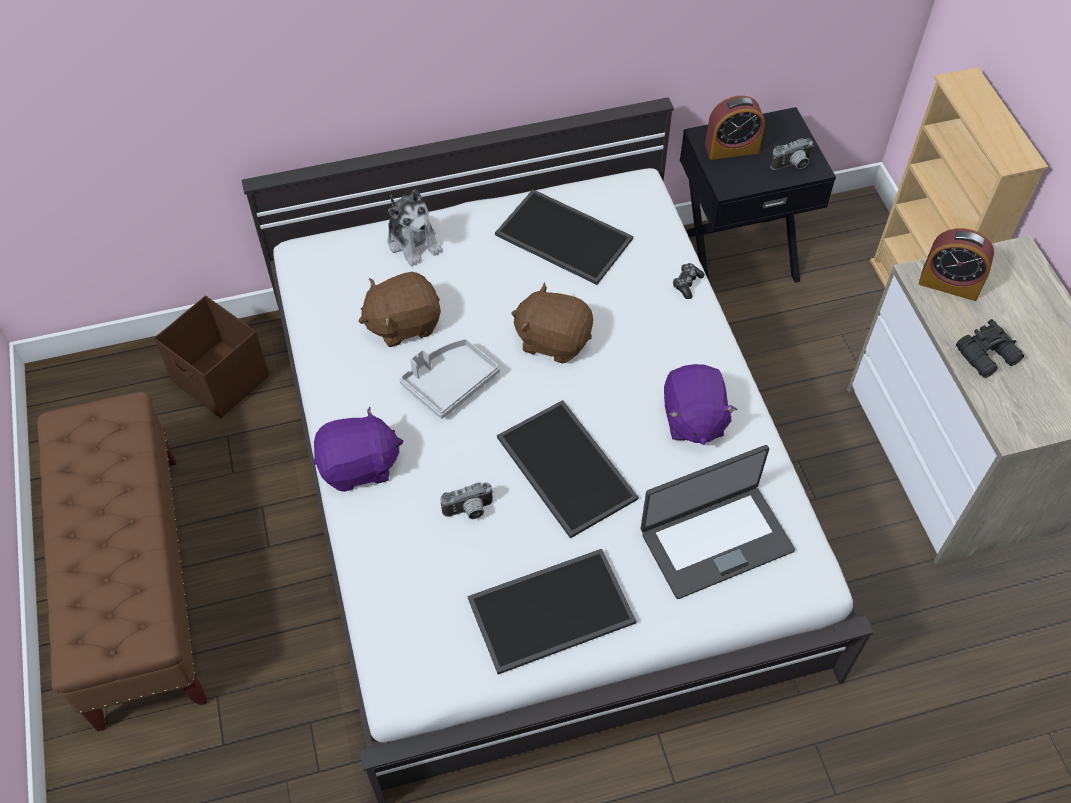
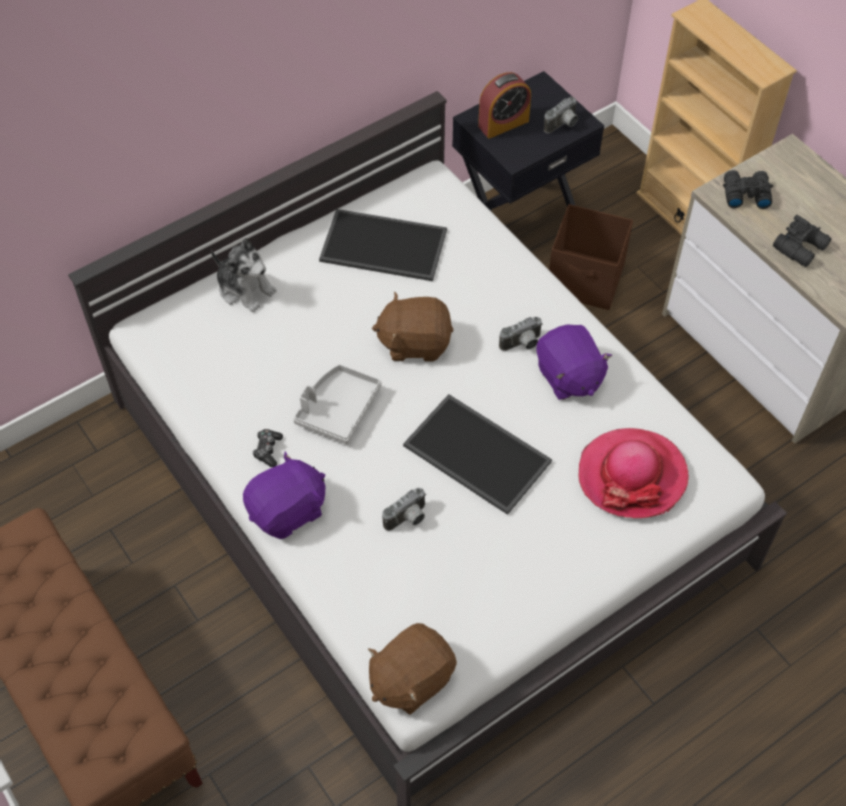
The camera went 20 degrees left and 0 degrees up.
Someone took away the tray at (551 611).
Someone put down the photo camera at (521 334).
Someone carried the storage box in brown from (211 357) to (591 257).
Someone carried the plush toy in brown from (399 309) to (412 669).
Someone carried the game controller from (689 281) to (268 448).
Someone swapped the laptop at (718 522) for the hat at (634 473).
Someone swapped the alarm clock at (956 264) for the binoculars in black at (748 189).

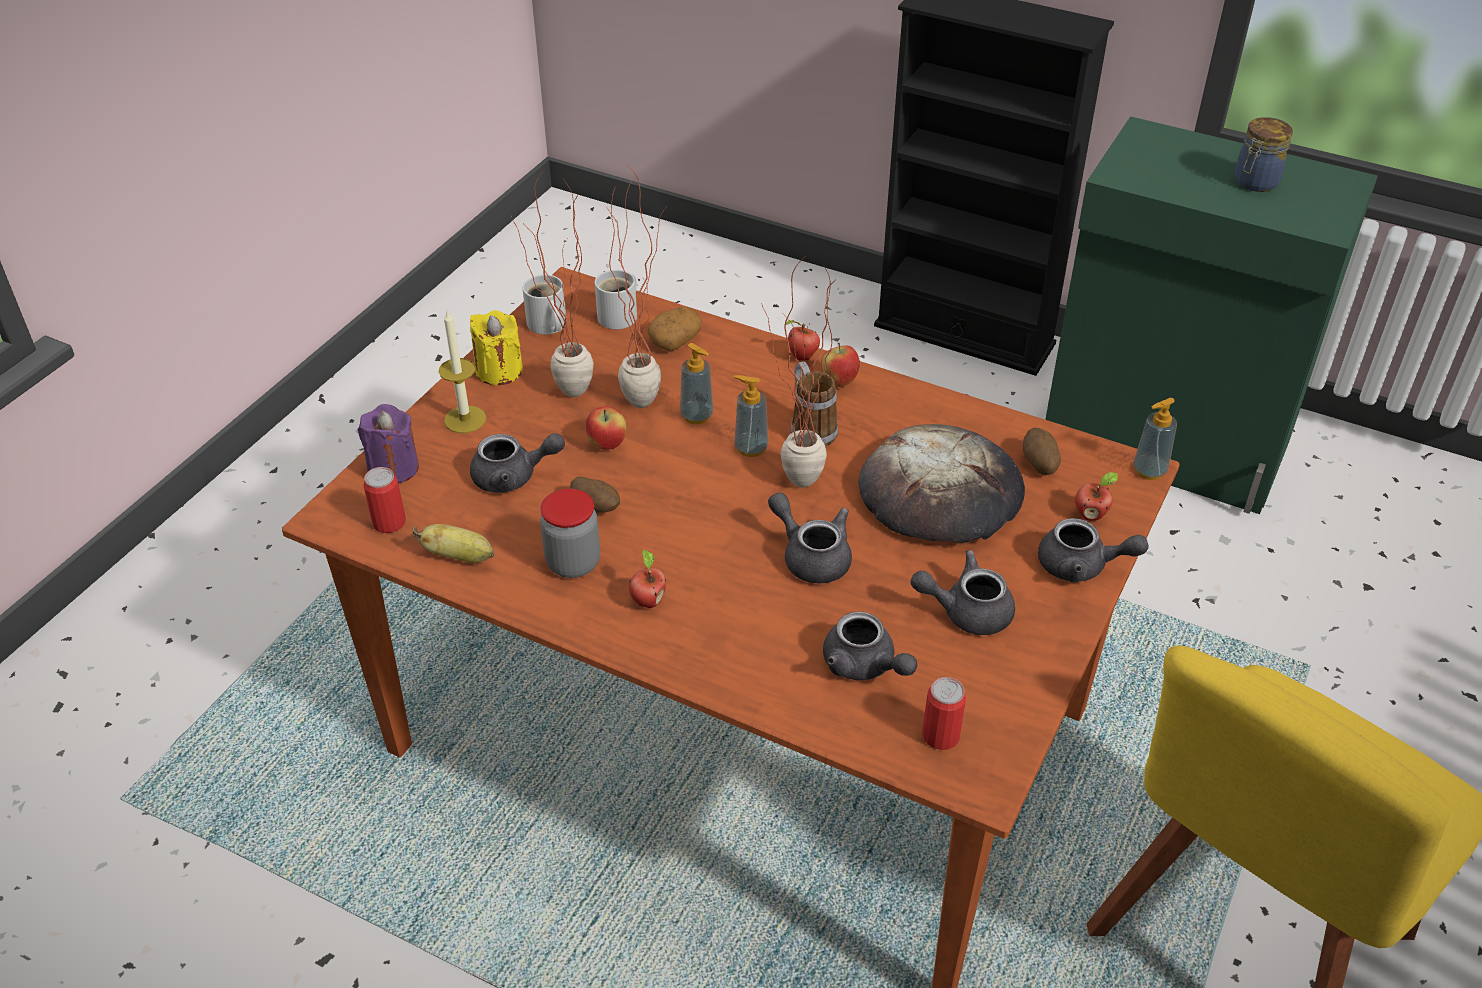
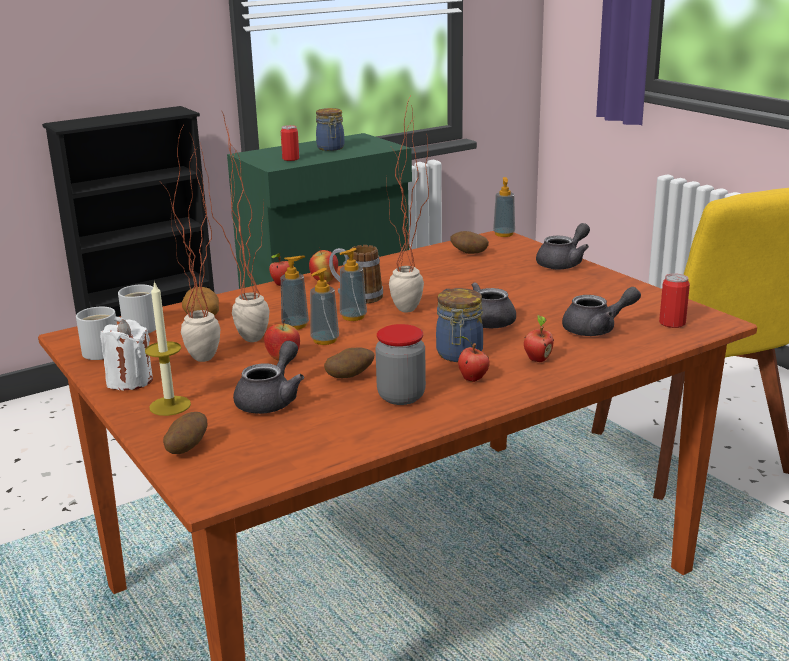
The camera went 60 degrees left and 20 degrees down.
Someone took away the banana at (453 543).
Someone took away the bread at (941 483).
Someone took away the teapot in grey at (962 592).
Someone put down the soap dispenser at (324 306).
Someone put down the jar at (459 325).
Someone carried the can from (384 500) to (290 143).
Someone carried the apple from (1096 496) to (539 338).
Someone swapped the candle in purple at (388 444) for the potato at (185 433).
Someone repainted the candle in yellow at (496 347), which became the candle in white at (126 355).

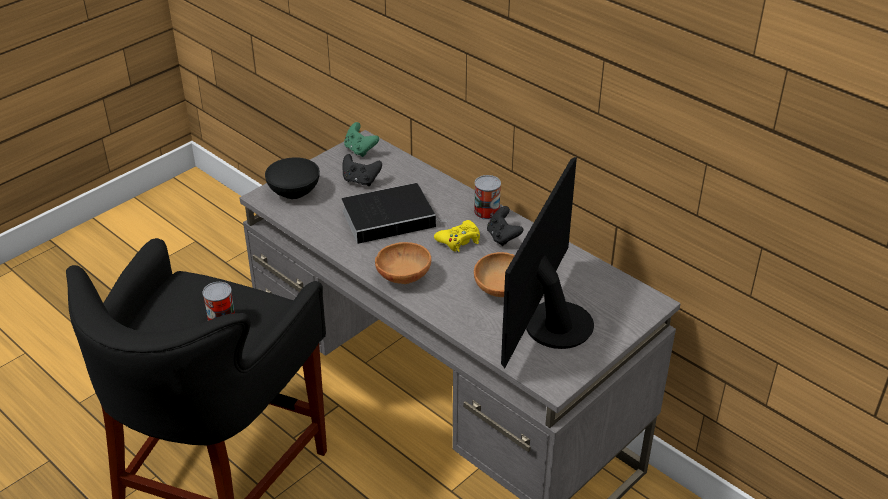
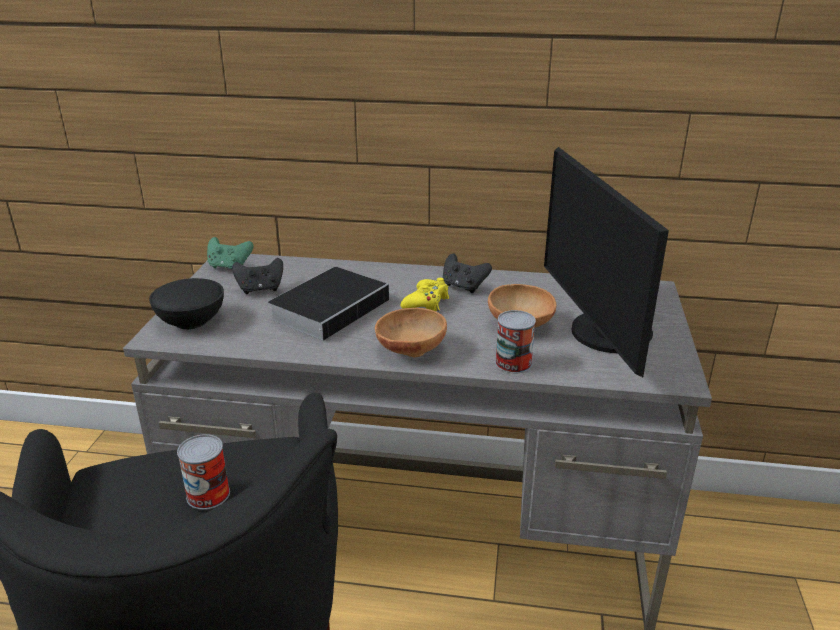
The camera went 35 degrees left and 10 degrees down.
Someone carried the can from (487 197) to (515 342).

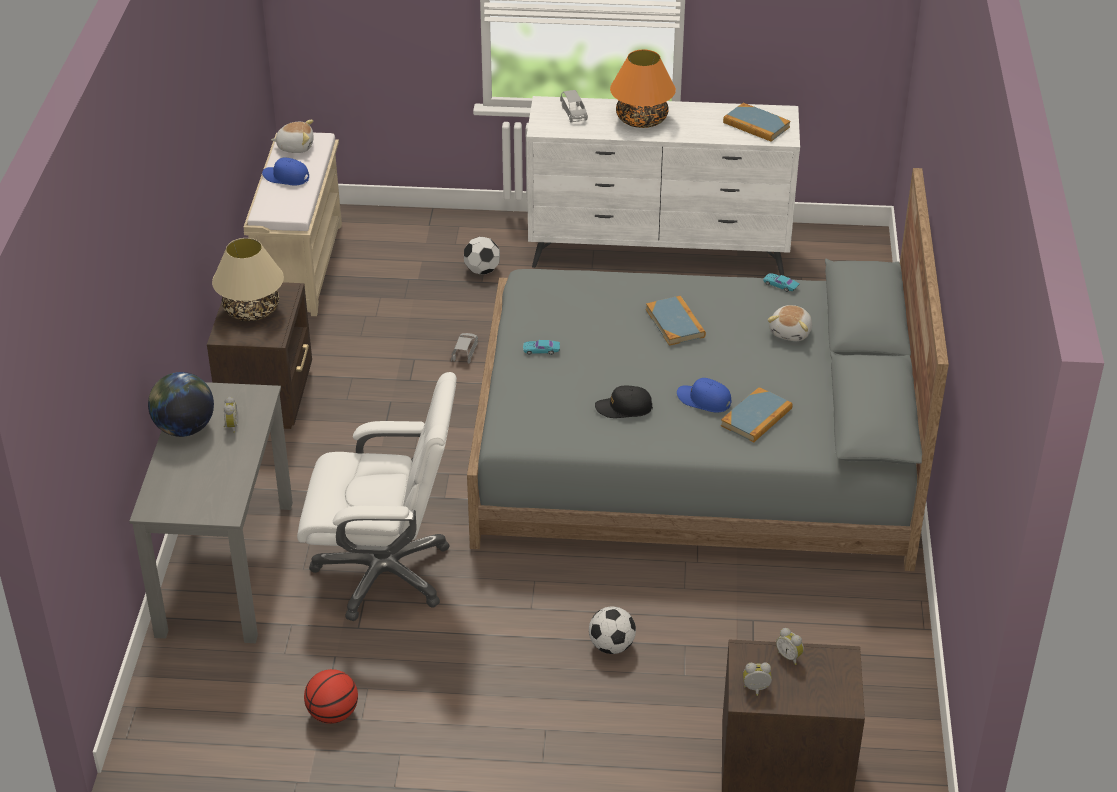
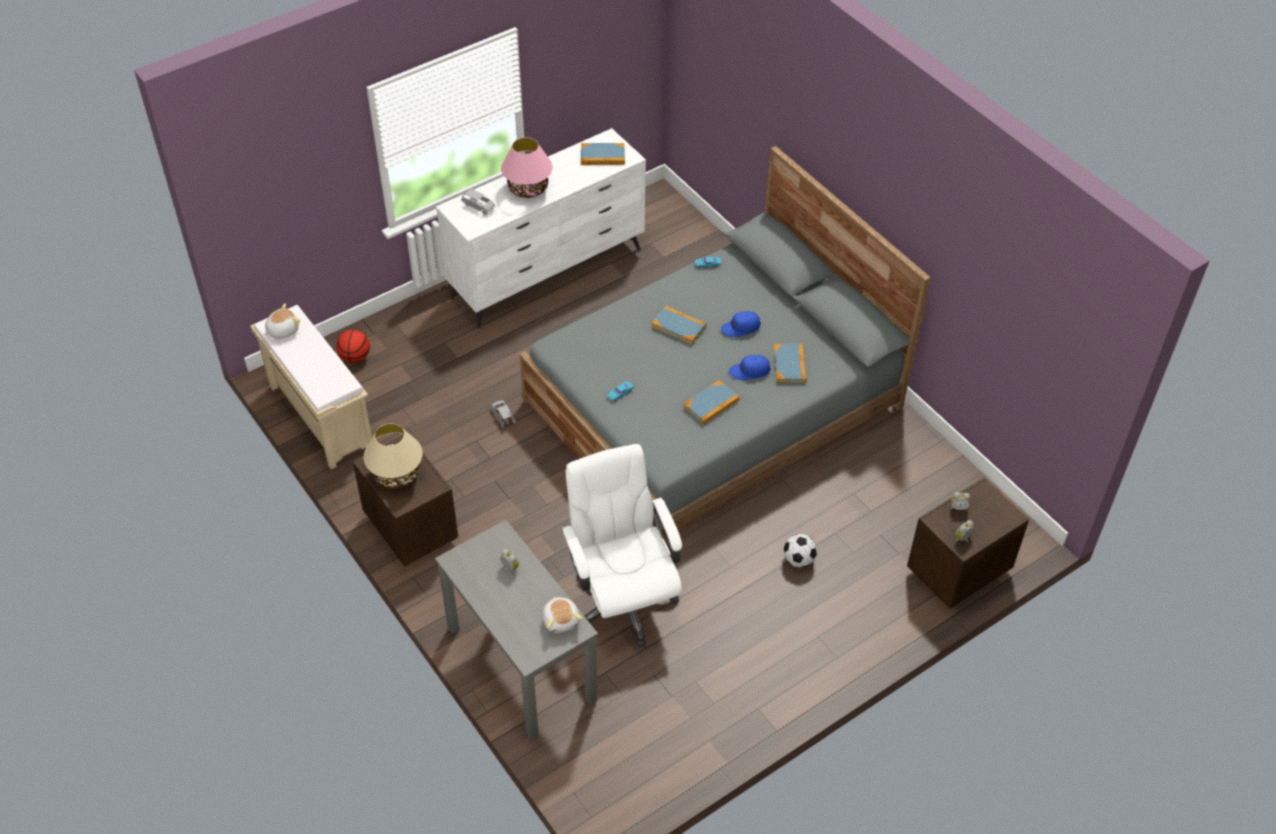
The camera went 40 degrees left and 10 degrees up.
Someone took away the globe at (181 404).
Someone took away the football at (482 256).
Someone carried the cap in blue from (285 171) to (741 324).
Someone carried the basketball from (331 696) to (353 346).
Someone carried the plush toy from (789 323) to (562 614).
Someone swapped the cap in black at (624 402) for the book at (711 402).
Someone repainted the table lamp in orange at (643 88), which became the table lamp in pink at (527 167).
Someone rotated the office chair in white at (377 496) by 75 degrees counterclockwise.

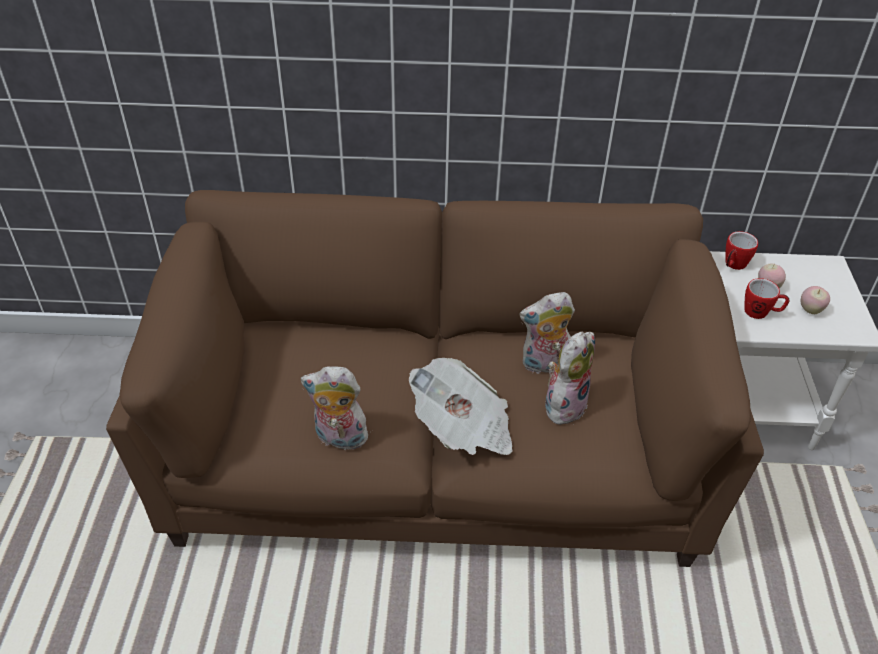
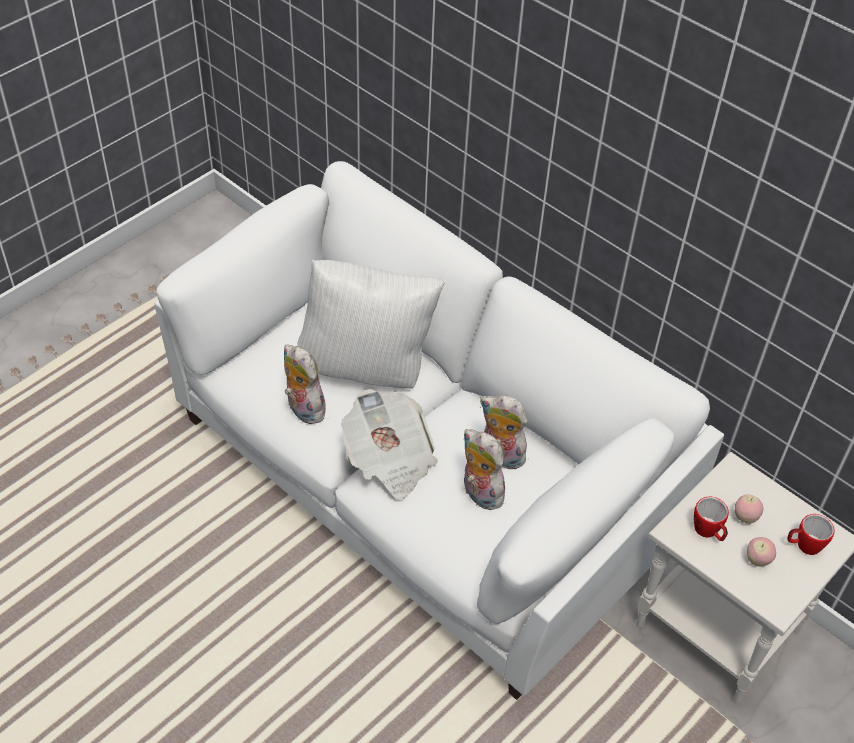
The camera went 40 degrees right and 5 degrees up.
Someone put down the pillow in white at (371 324).
Someone carried the mug from (741 250) to (811 534).
Someone repainted the sofa in brown at (435 378), which became the sofa in white at (439 430).
Someone rotated the plush toy at (570 378) by 120 degrees counterclockwise.

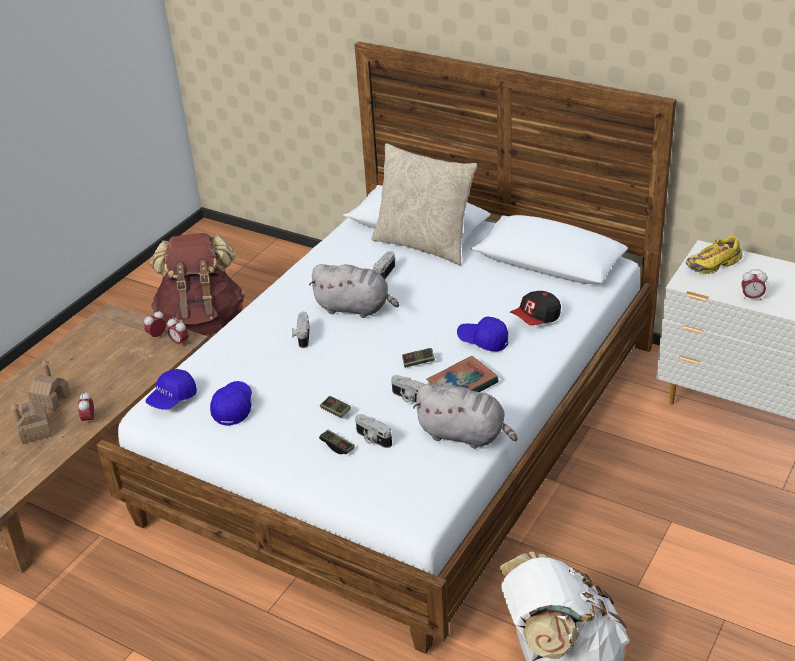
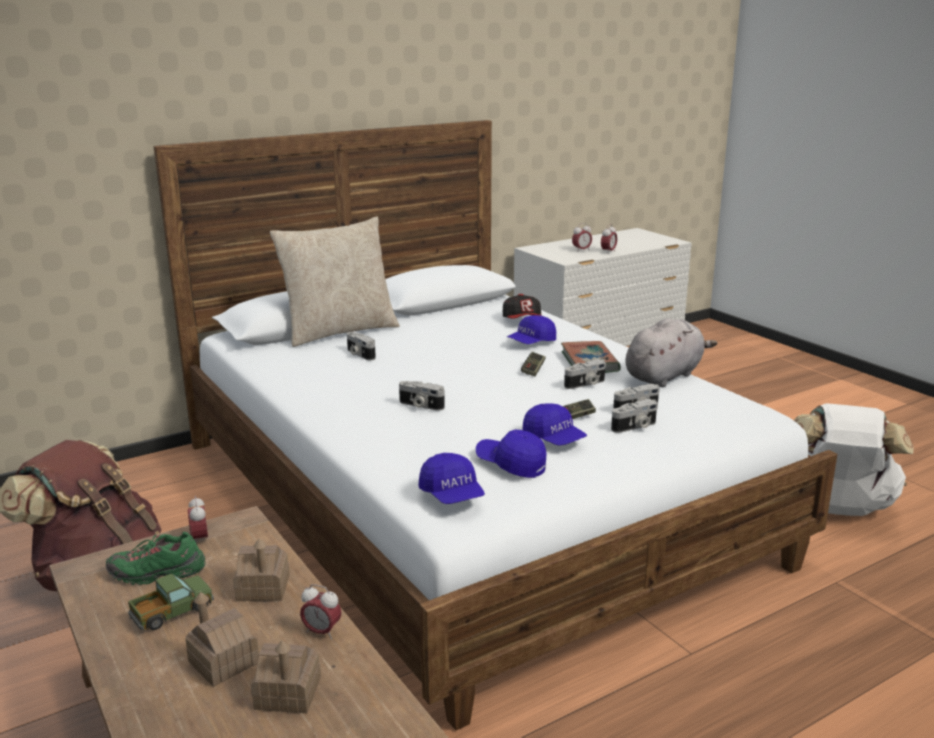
The camera went 65 degrees left and 15 degrees down.
Someone took away the plush toy in grey at (354 291).
Someone took away the shoe in yellow at (714 255).
Someone put down the shoe in green at (156 558).
Someone put down the toy truck at (171 602).
Someone put down the toy house at (261 569).
Someone put down the cap in blue at (555 424).
Someone carried the alarm clock from (178 332) to (582 237).
Someone swapped the game controller at (337 442) for the photo camera at (634 416).

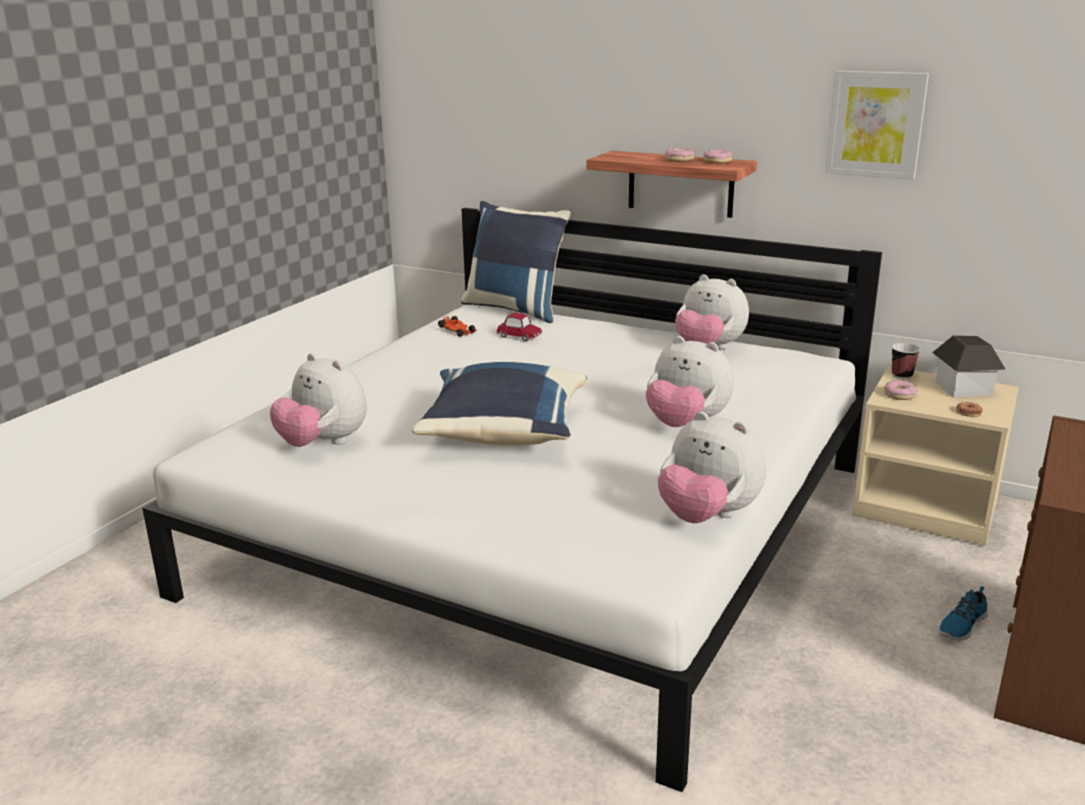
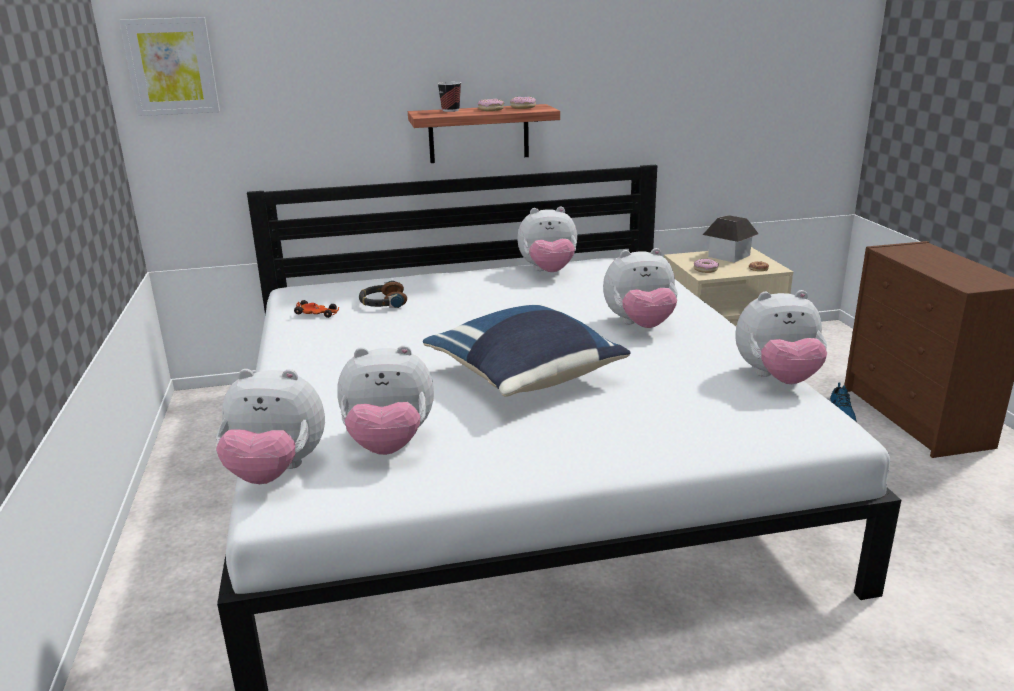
The camera went 40 degrees left and 0 degrees up.
Someone took away the pillow in blue at (516 262).
Someone put down the plush toy at (270 426).
Someone carried the picture from (877 125) to (169 66).
Someone carried the cup from (906 361) to (449 97).
Someone swapped the toy car at (519 327) for the headphones at (383 294).

